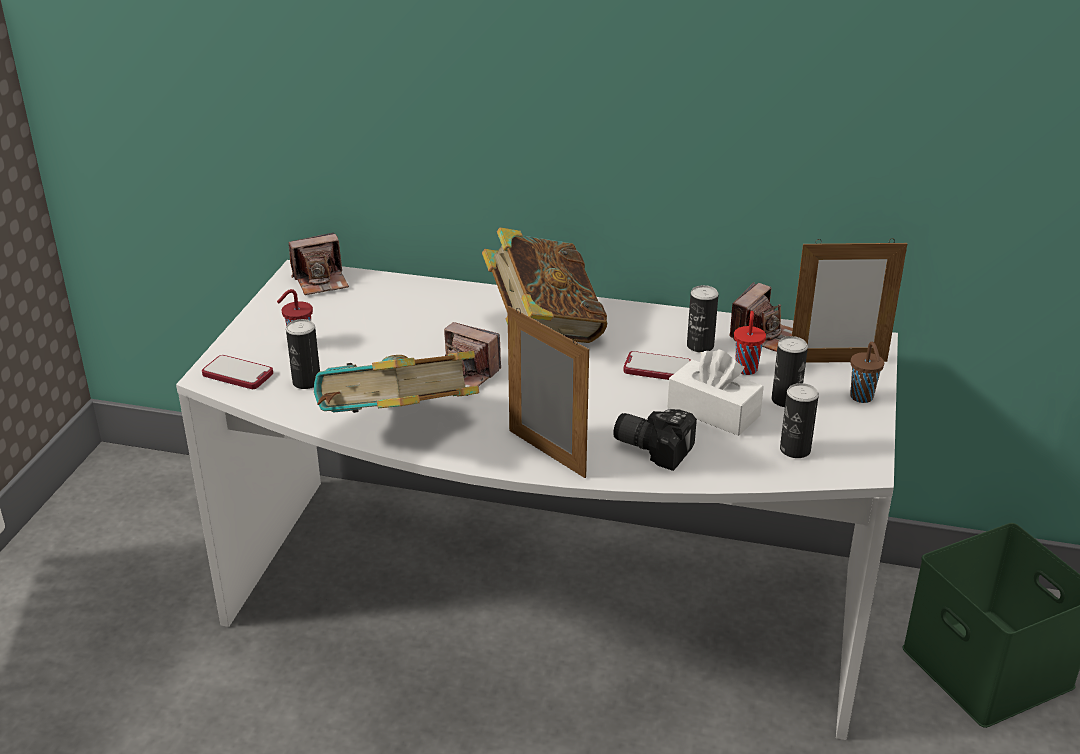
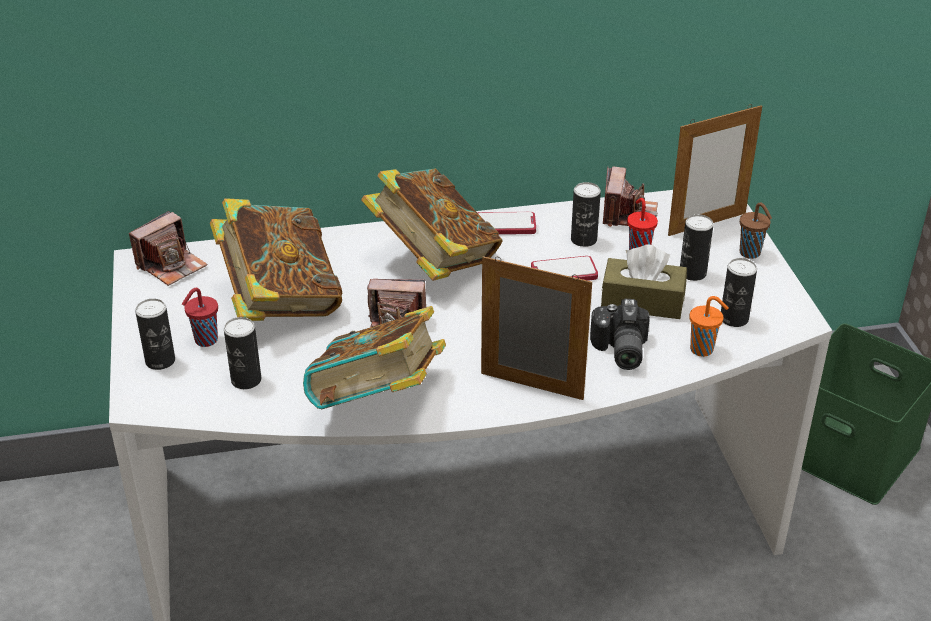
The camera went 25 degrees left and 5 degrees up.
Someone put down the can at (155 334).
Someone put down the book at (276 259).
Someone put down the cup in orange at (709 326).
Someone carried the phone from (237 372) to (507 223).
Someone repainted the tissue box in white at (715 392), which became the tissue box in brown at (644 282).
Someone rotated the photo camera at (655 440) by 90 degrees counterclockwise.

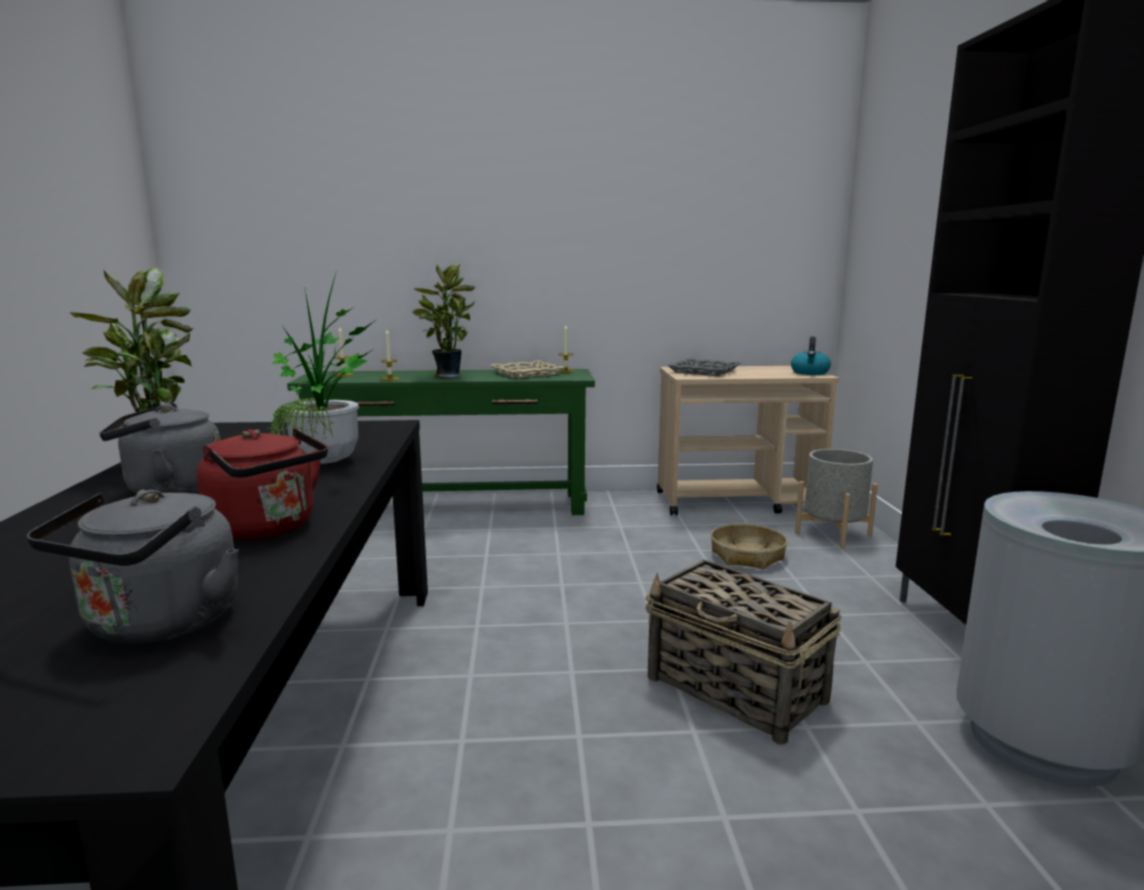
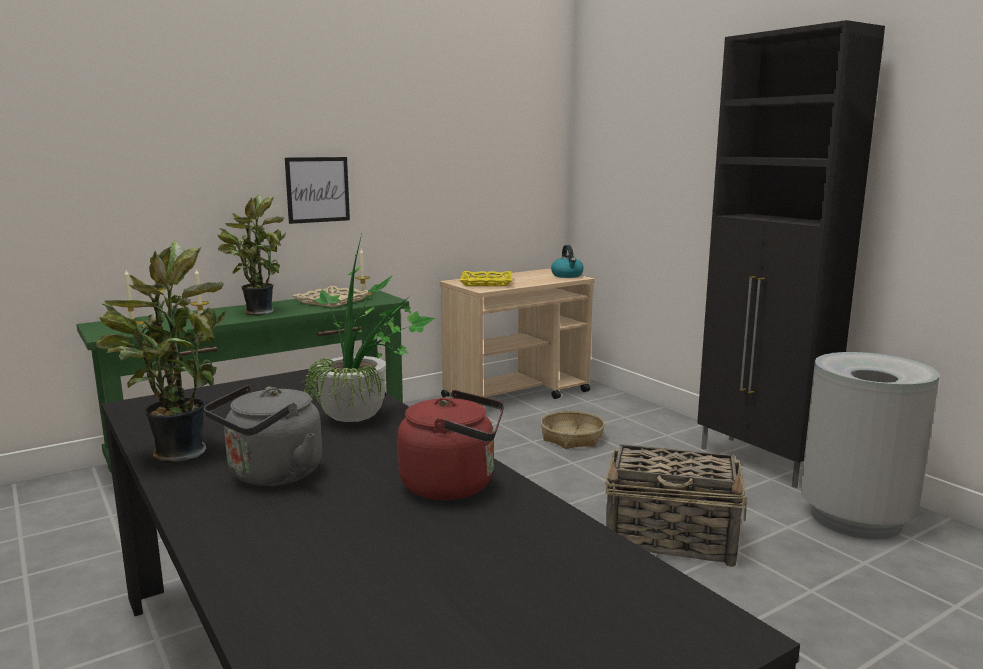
The camera went 30 degrees left and 0 degrees up.
Someone took away the kettle in grey at (133 567).
Someone took away the planter in grey at (836 499).
Someone put up the picture at (317 190).
Someone repainted the tray in grey at (703 367), which became the tray in yellow at (485 278).

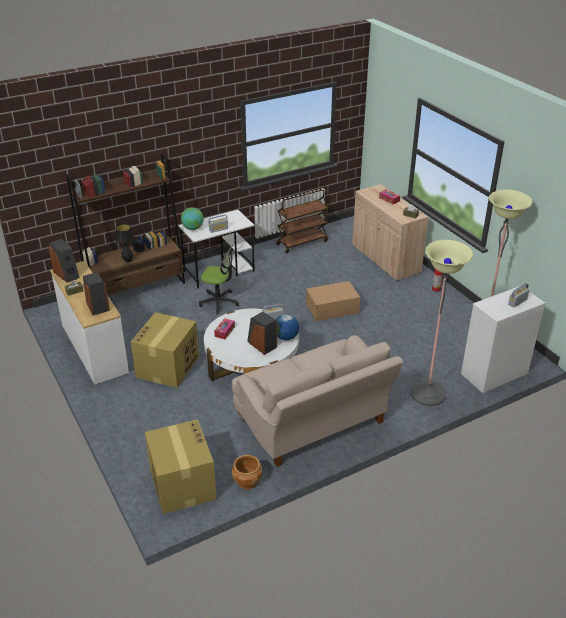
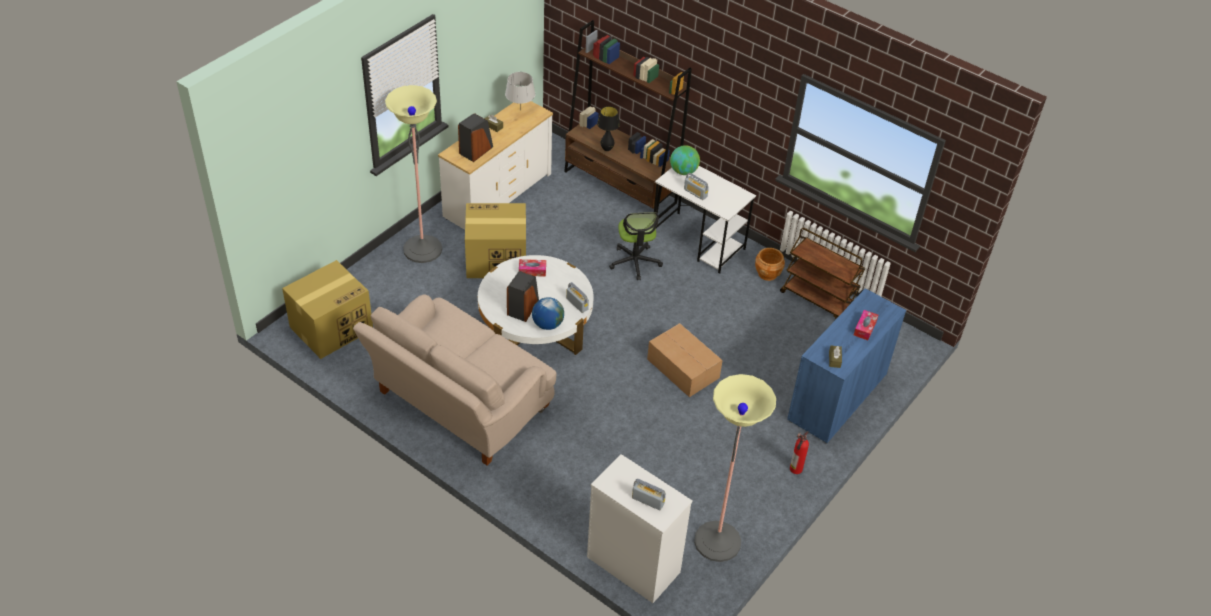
The camera went 65 degrees right and 10 degrees up.
Someone carried the planter in brown from (247 472) to (770 264).
Someone carried the floor lamp from (442 323) to (413 174).
Someone swapped the speaker at (64 261) for the table lamp in grey at (520 91).
Someone repainted the cabinet in beige at (390 232), which became the cabinet in blue at (846 366).

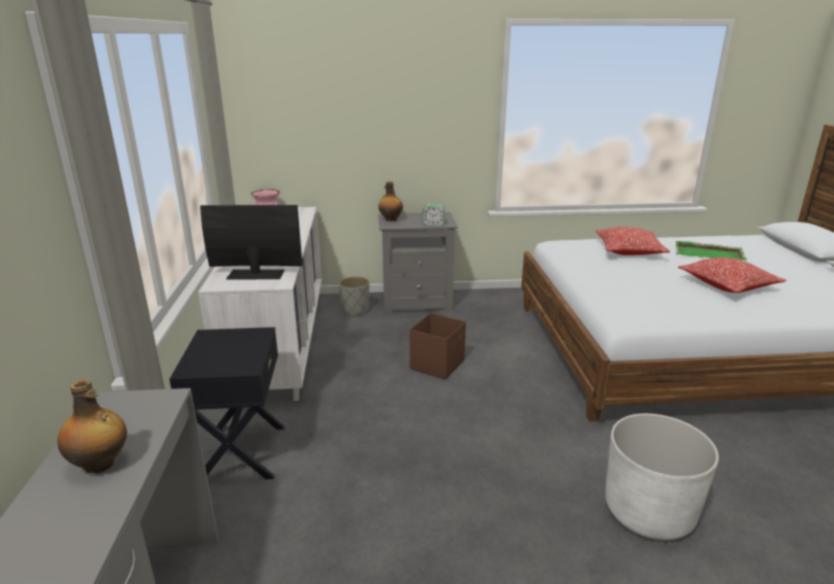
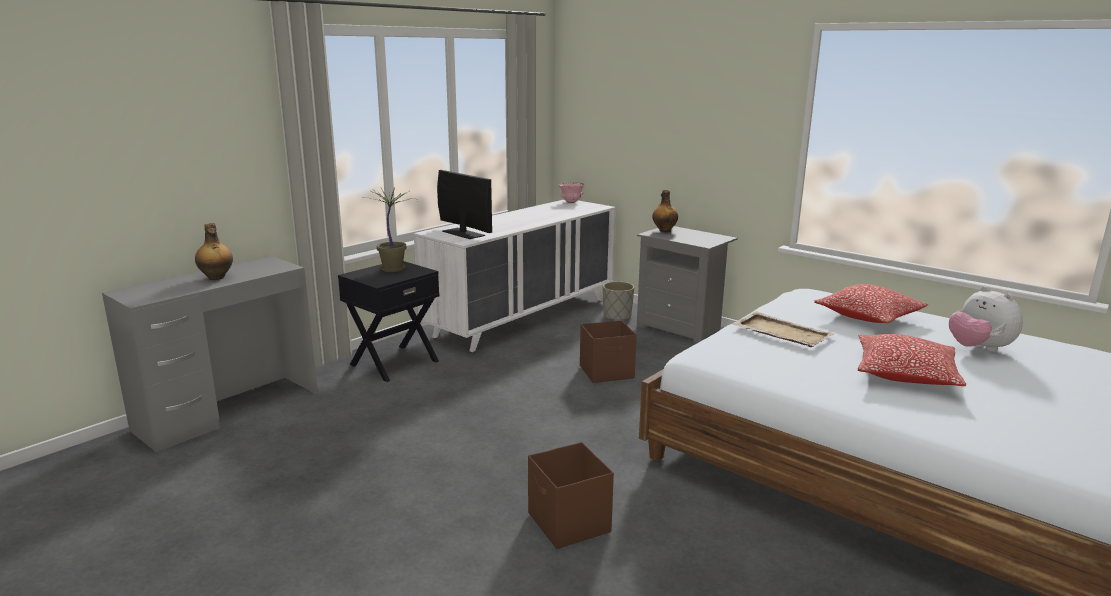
The camera went 45 degrees right and 5 degrees down.
Someone took away the alarm clock at (434 215).
Someone put down the potted plant at (393 229).
Someone put down the tray in beige at (784 329).
Someone swapped the planter in white at (662 476) for the storage box in brown at (571 495).
Someone swapped the tray in green at (711 250) for the plush toy at (986 319).

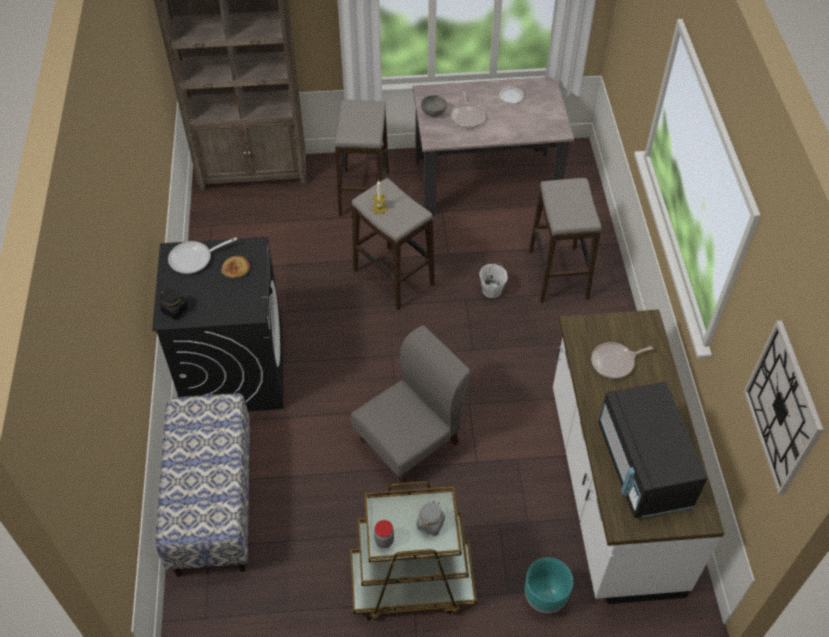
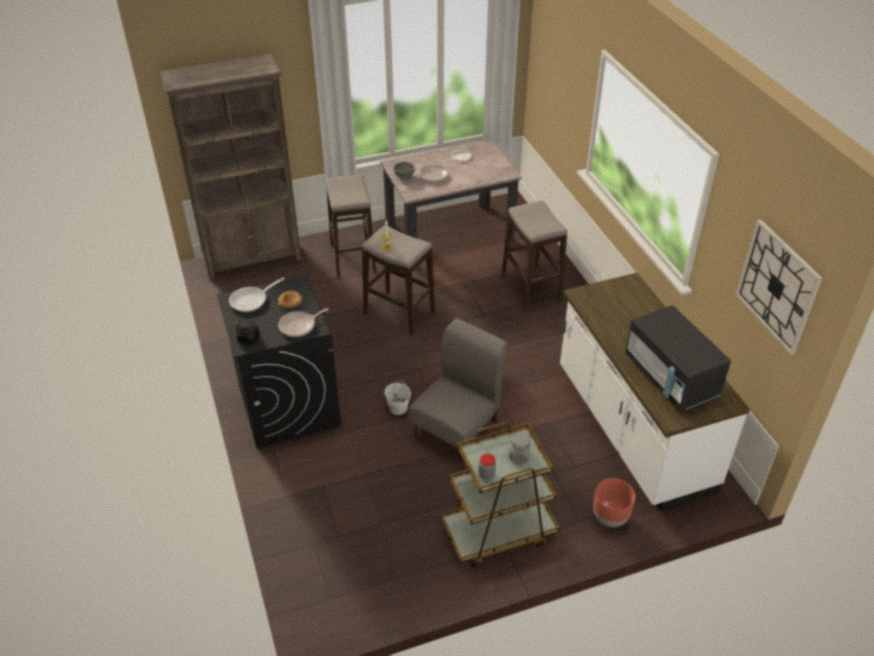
The camera went 15 degrees left and 10 degrees down.
Someone took away the bench at (203 485).
Someone carried the bucket in white from (493 280) to (397 397).
Someone carried the frying pan from (622 360) to (303 322).
Someone repainted the planter in turquoise at (549 586), which became the planter in brown at (614 502).

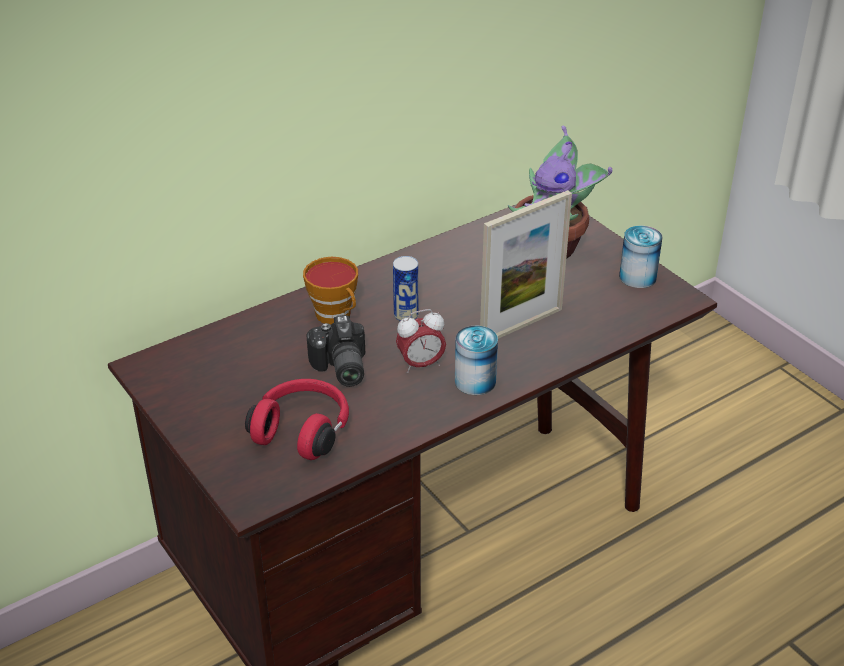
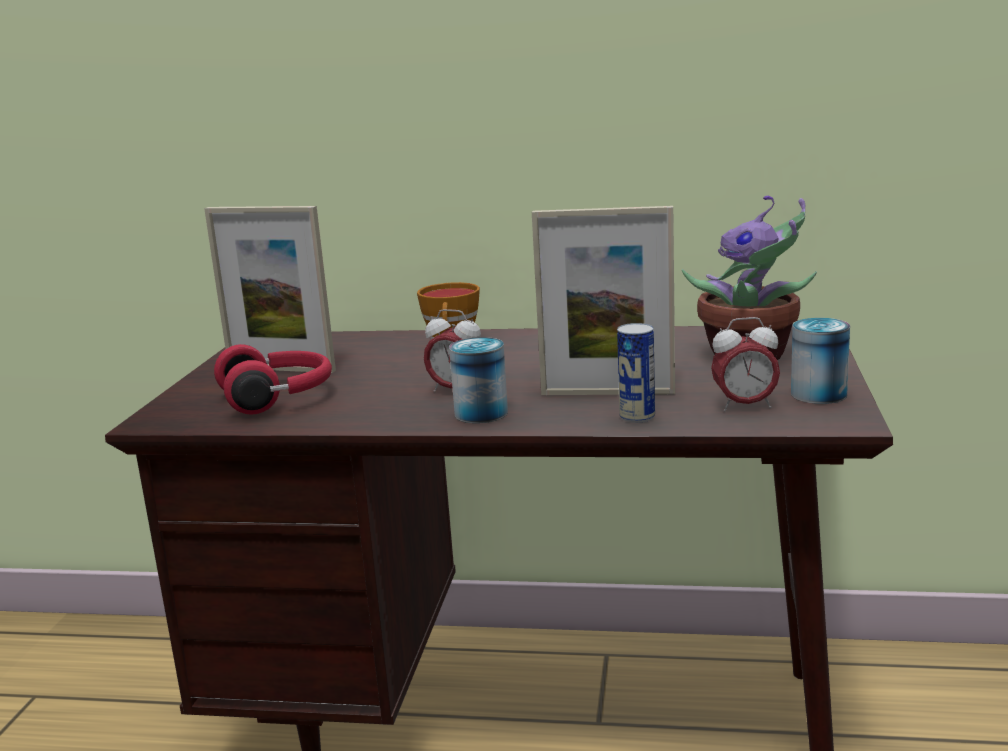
The camera went 45 degrees right and 20 degrees down.
Someone took away the photo camera at (336 351).
Someone put down the picture frame at (270 289).
Someone put down the alarm clock at (745 364).
Someone carried the can from (405 288) to (636 373).

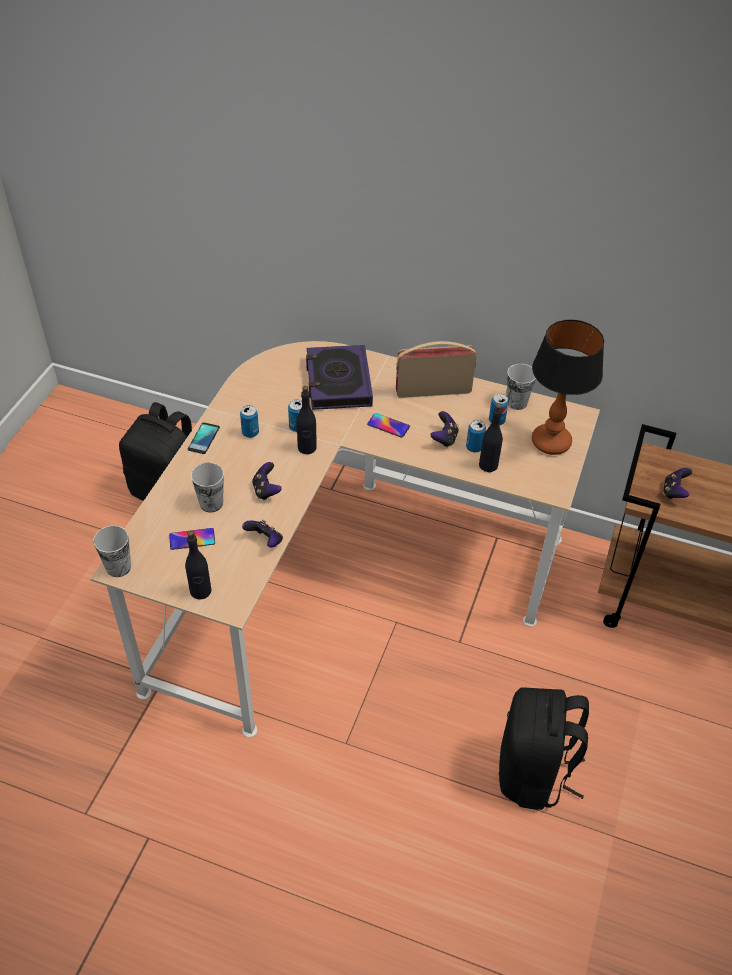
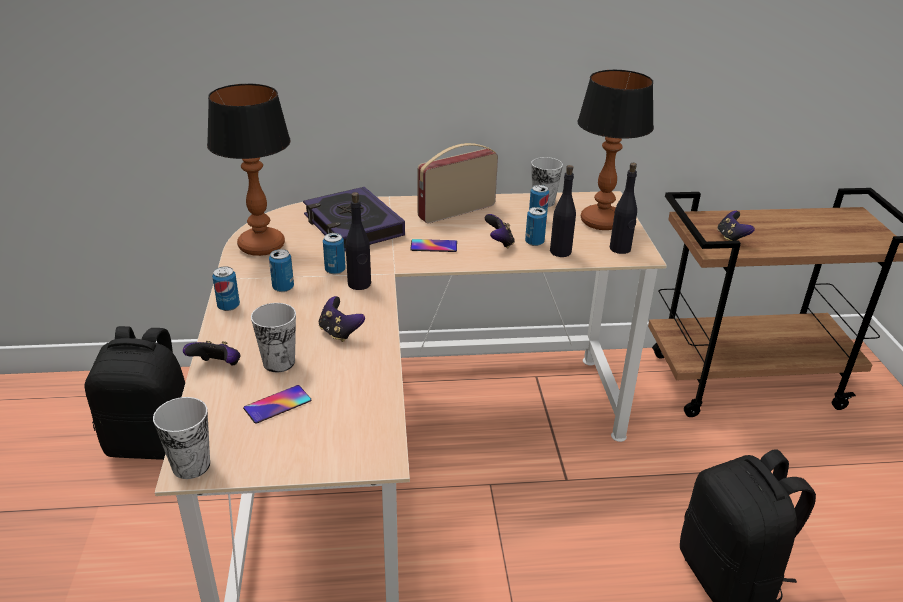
The camera went 25 degrees left and 15 degrees down.
Someone put down the table lamp at (248 170).
Someone carried the bottle in black from (198 565) to (623 208).
Someone carried the game controller from (262 533) to (211 353).
Someone swapped the phone at (204 438) for the can at (226 288).

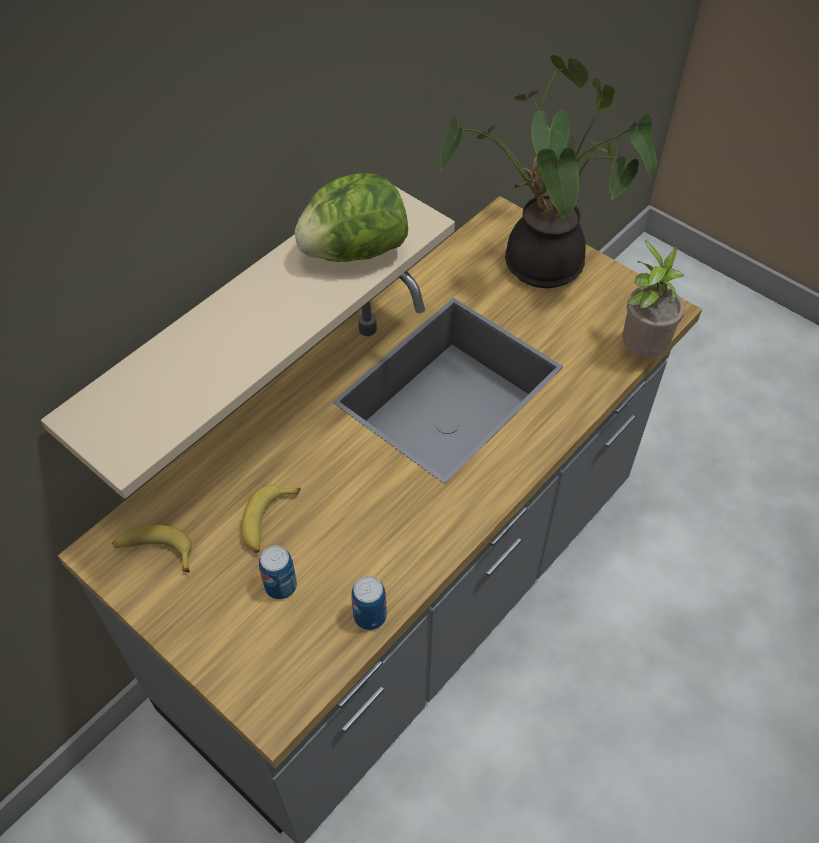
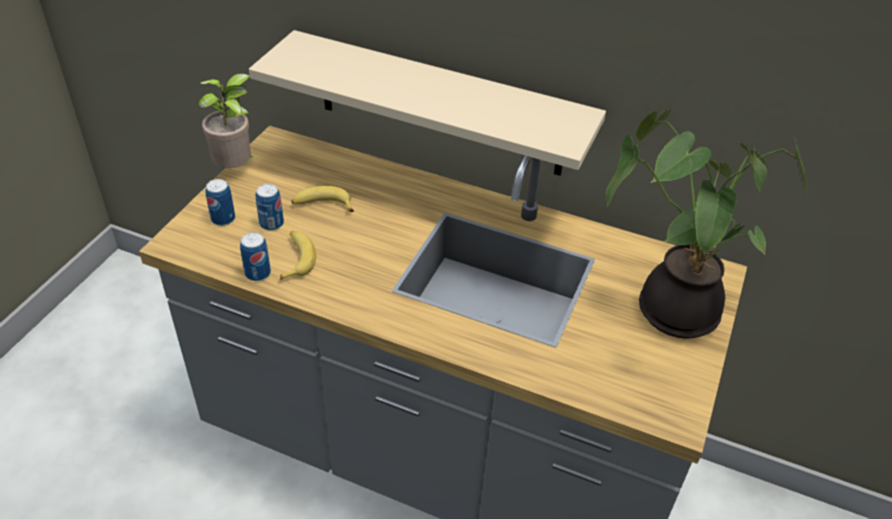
The camera went 70 degrees right and 10 degrees down.
Someone took away the lettuce at (351 217).
Someone put down the can at (220 202).
Someone carried the banana from (152 548) to (298 255).
Someone carried the potted plant from (653 298) to (226 121).

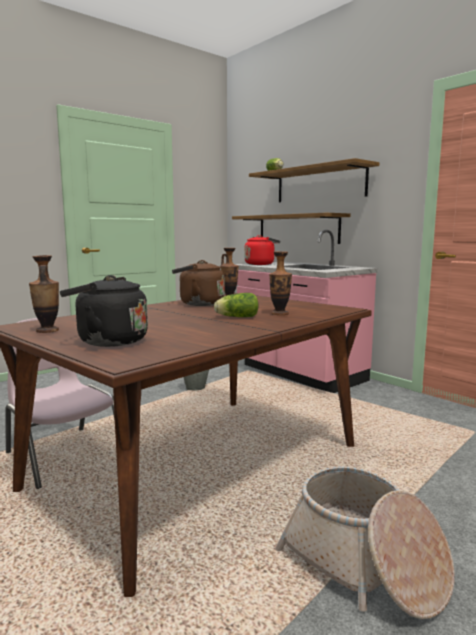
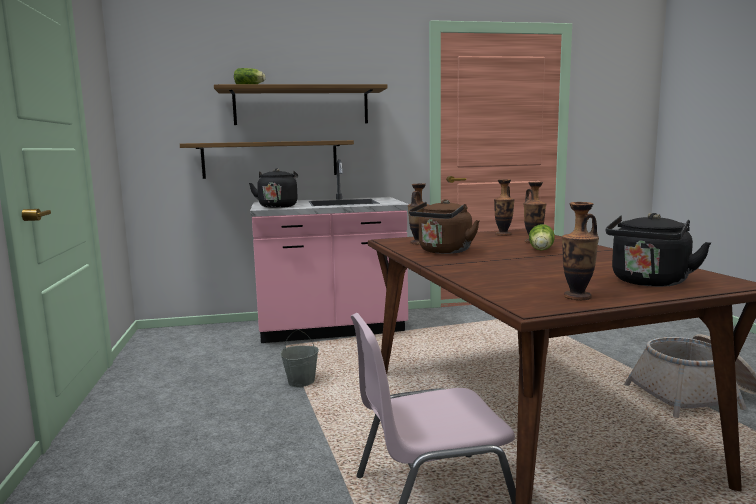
The camera went 60 degrees left and 0 degrees up.
Someone put down the vase at (504 207).
Someone repainted the kettle in red at (262 250), which became the kettle in black at (273 188).

